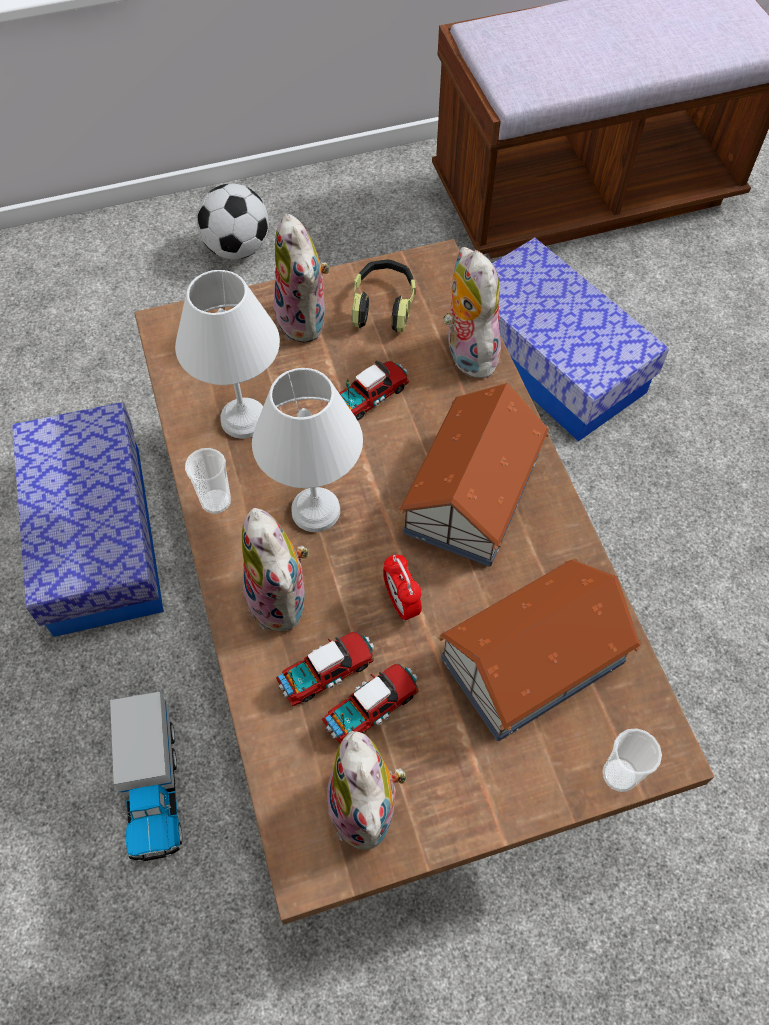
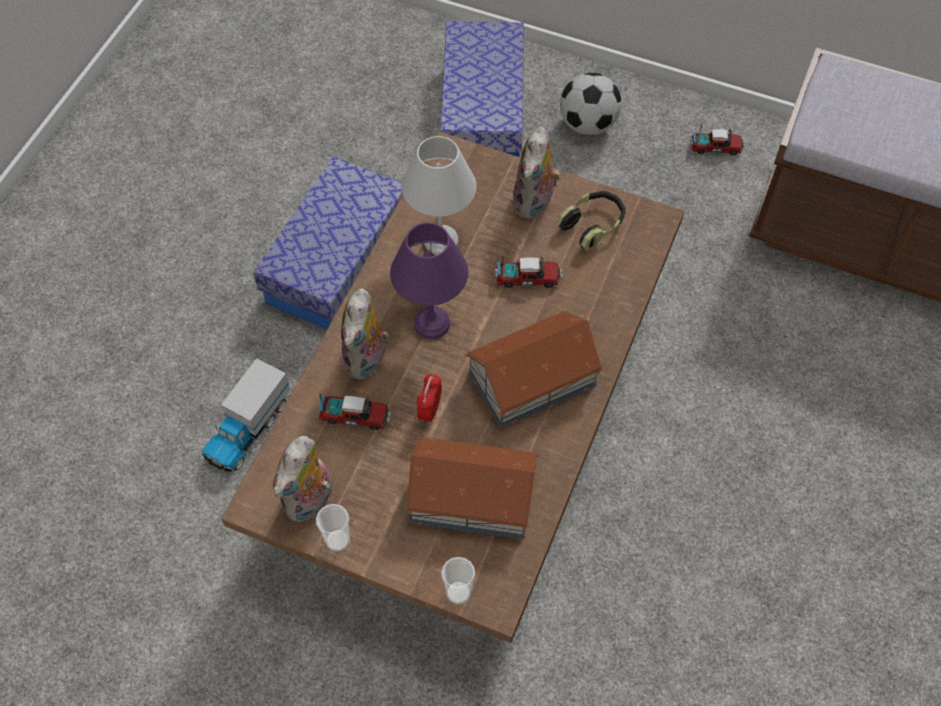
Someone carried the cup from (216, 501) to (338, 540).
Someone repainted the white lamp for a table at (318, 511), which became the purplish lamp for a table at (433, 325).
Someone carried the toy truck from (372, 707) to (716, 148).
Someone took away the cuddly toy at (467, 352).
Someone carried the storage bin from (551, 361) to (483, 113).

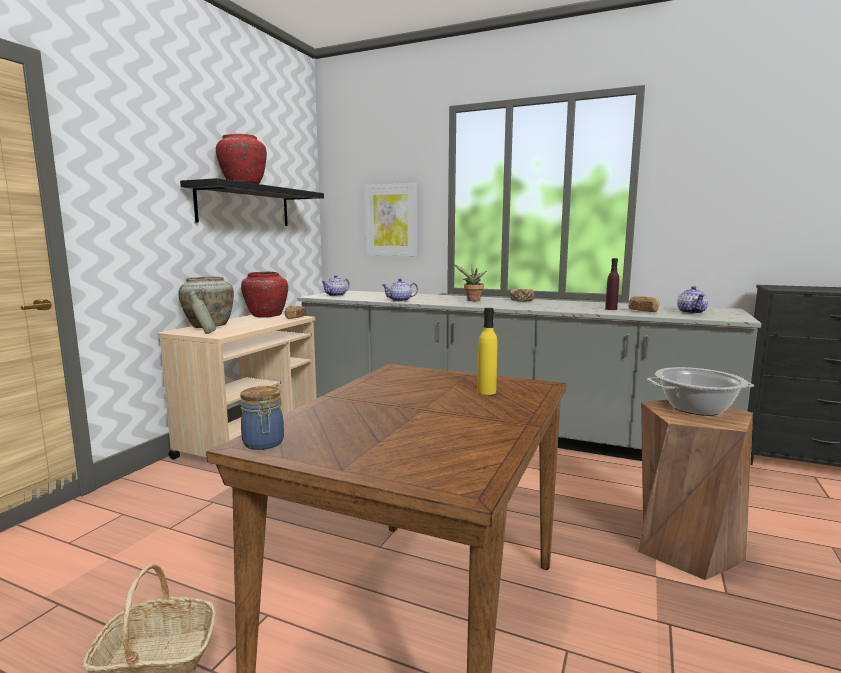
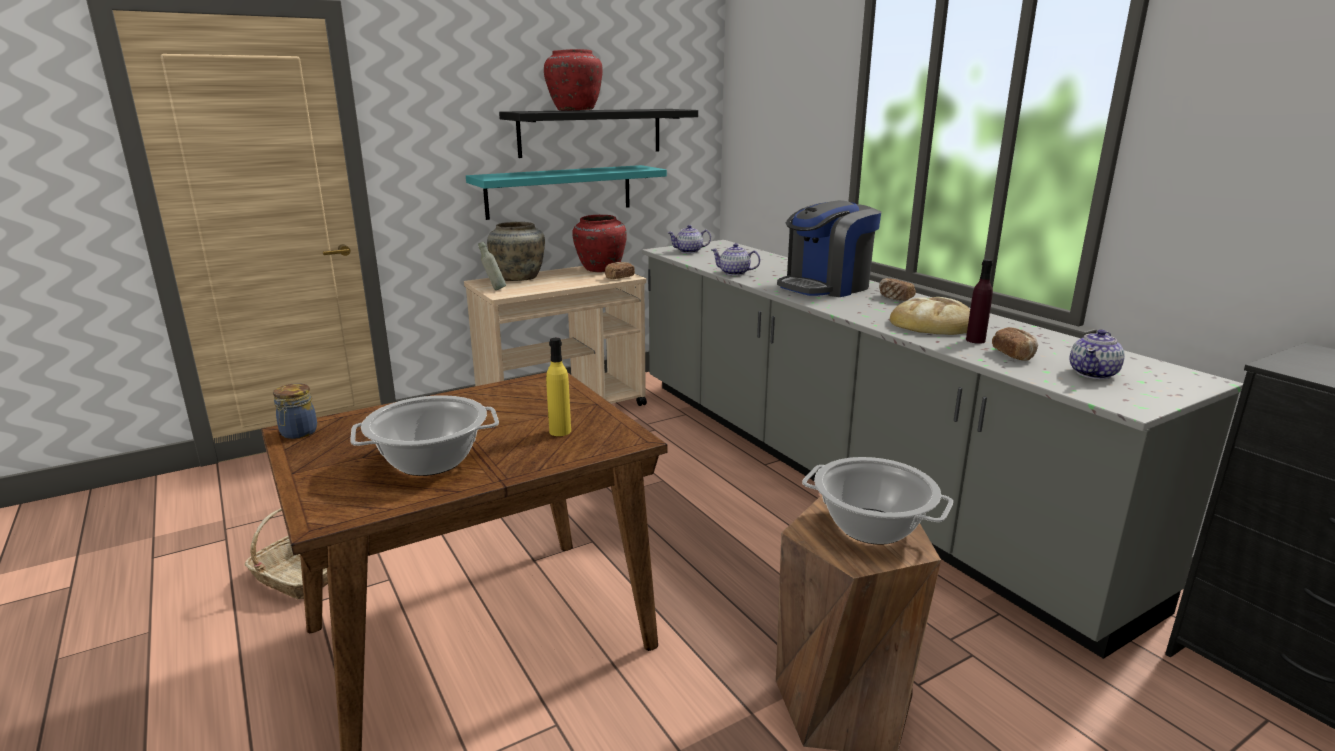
Someone took away the wall picture at (391, 220).
Someone swapped the plant in a pot at (472, 300) for the coffee maker at (826, 287).
Someone put down the saucepot at (430, 461).
Someone put up the blue-green bracket shelf at (559, 191).
Someone put down the baked bread at (933, 324).

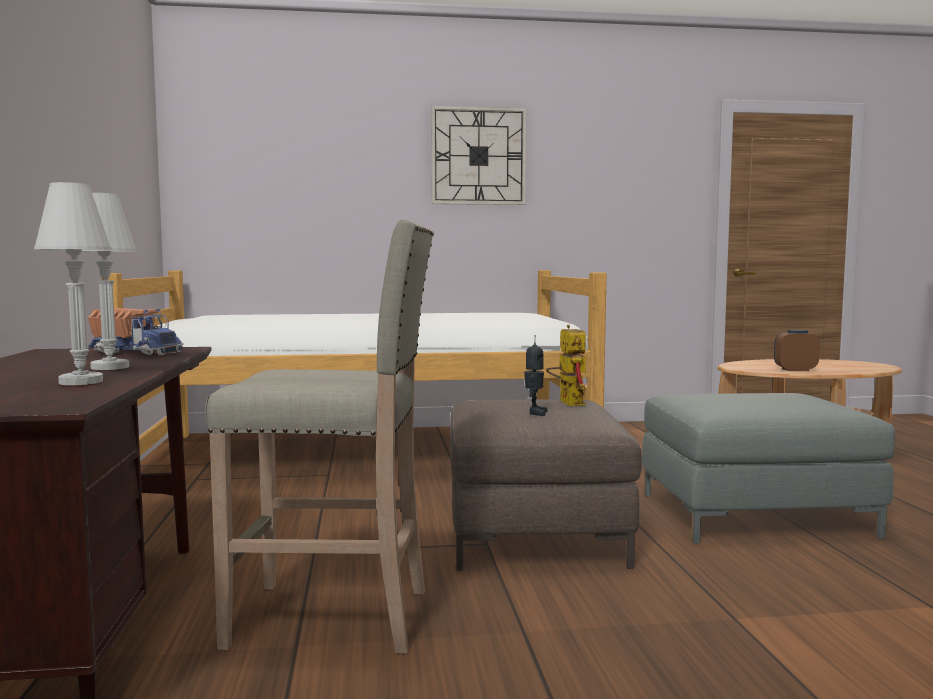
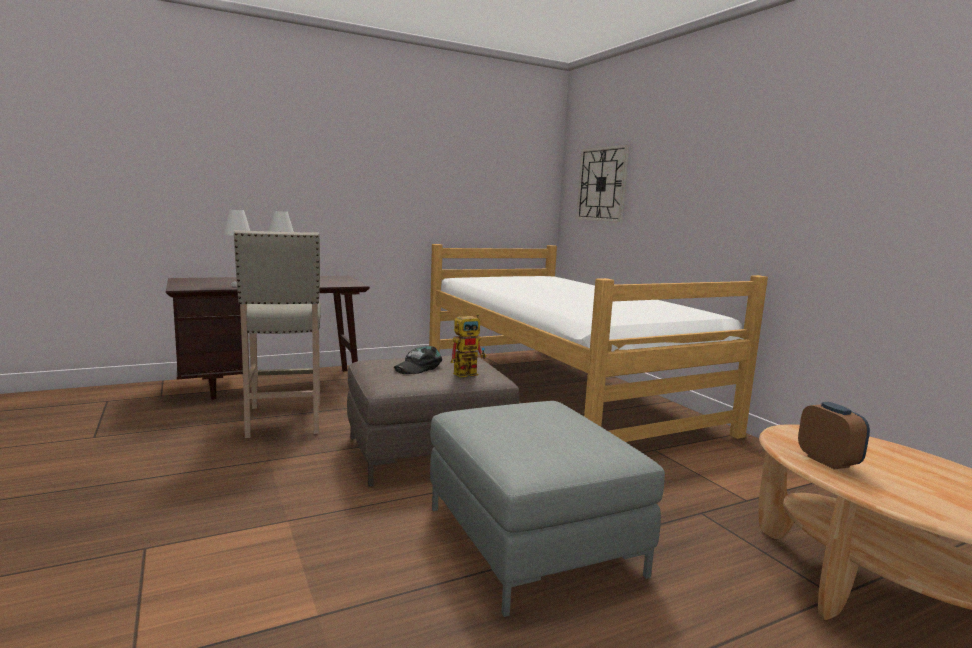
Someone took away the toy truck at (136, 352).
Someone carried the clock on the wall from (478, 156) to (602, 184).
Someone swapped the model robot at (535, 413) for the black-coloured baseball cap at (418, 367).

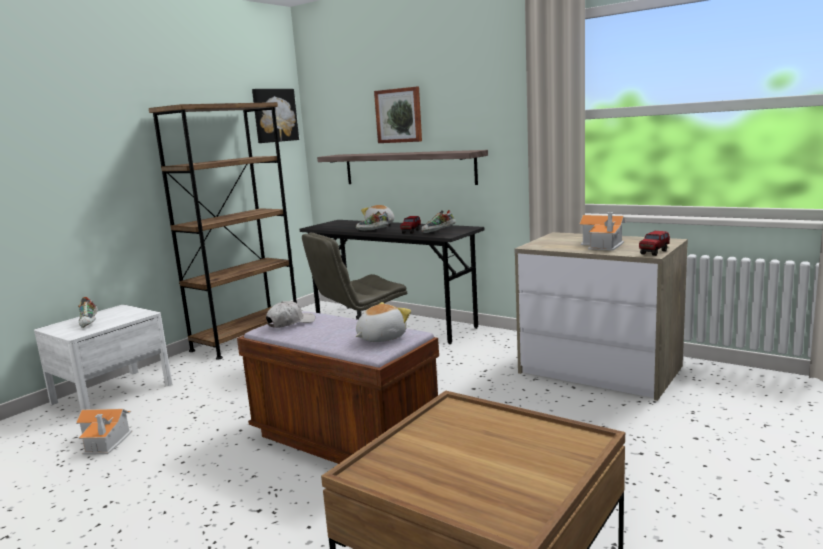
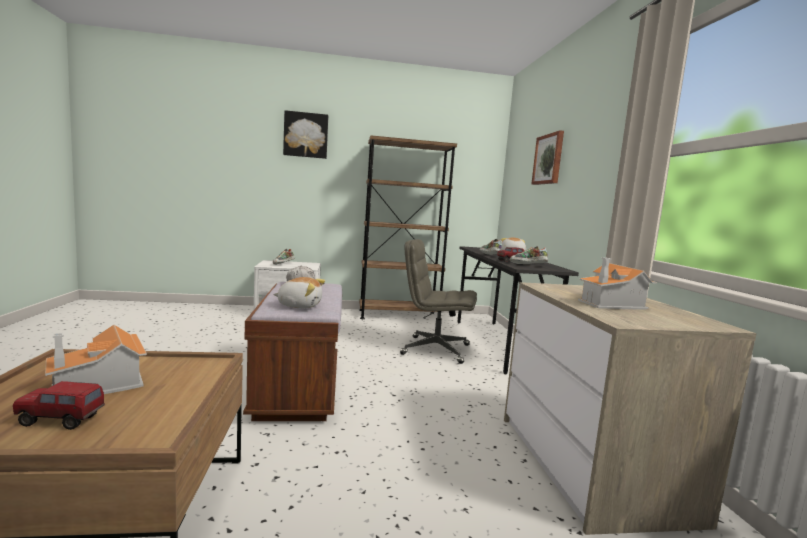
Someone carried the toy house from (106, 441) to (101, 384).
Someone carried the wall picture from (274, 115) to (306, 135).
Someone took away the bracket shelf at (407, 168).
Someone carried the toy truck from (654, 252) to (60, 421).

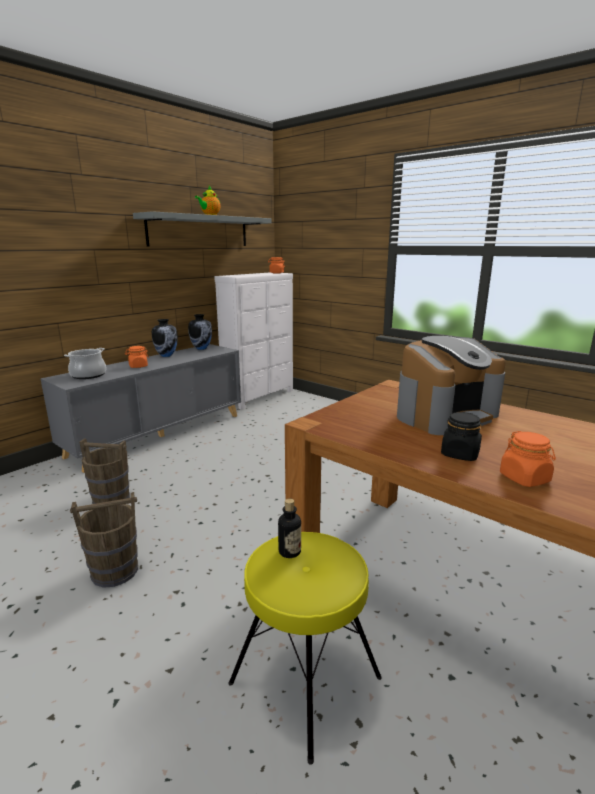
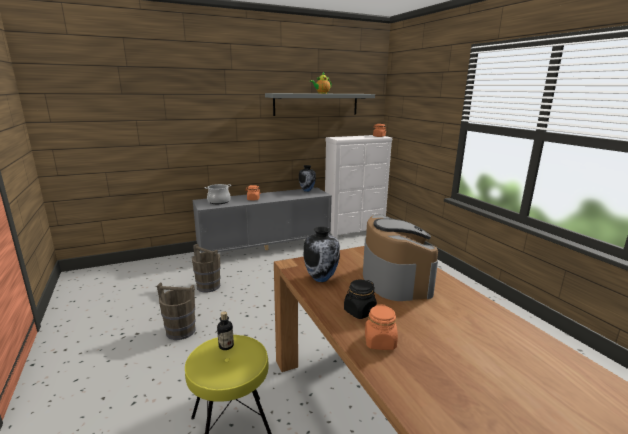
Someone carried the vase from (167, 355) to (321, 278).
Someone rotated the coffee maker at (445, 415) by 90 degrees counterclockwise.

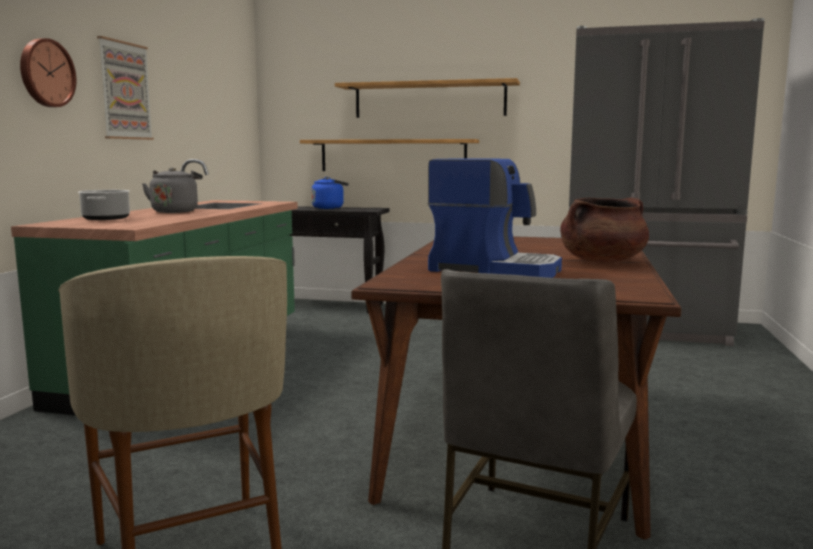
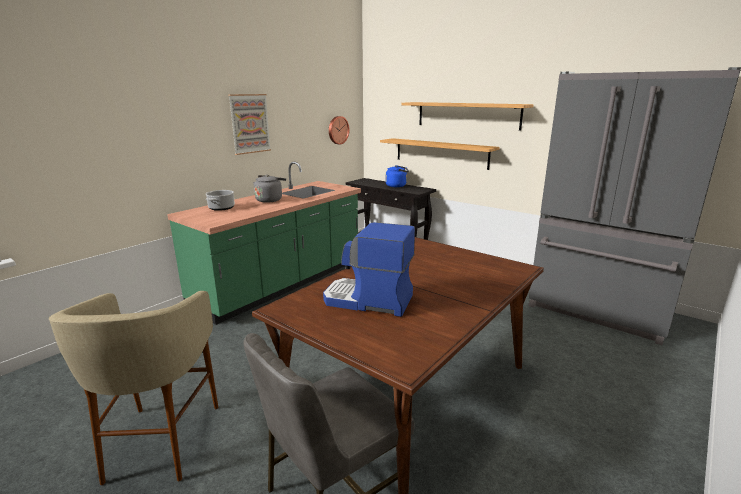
Someone carried the clock on the wall from (46, 73) to (338, 130).
Someone rotated the coffee maker at (494, 269) by 150 degrees clockwise.
Someone took away the brownish saucepot at (602, 261).

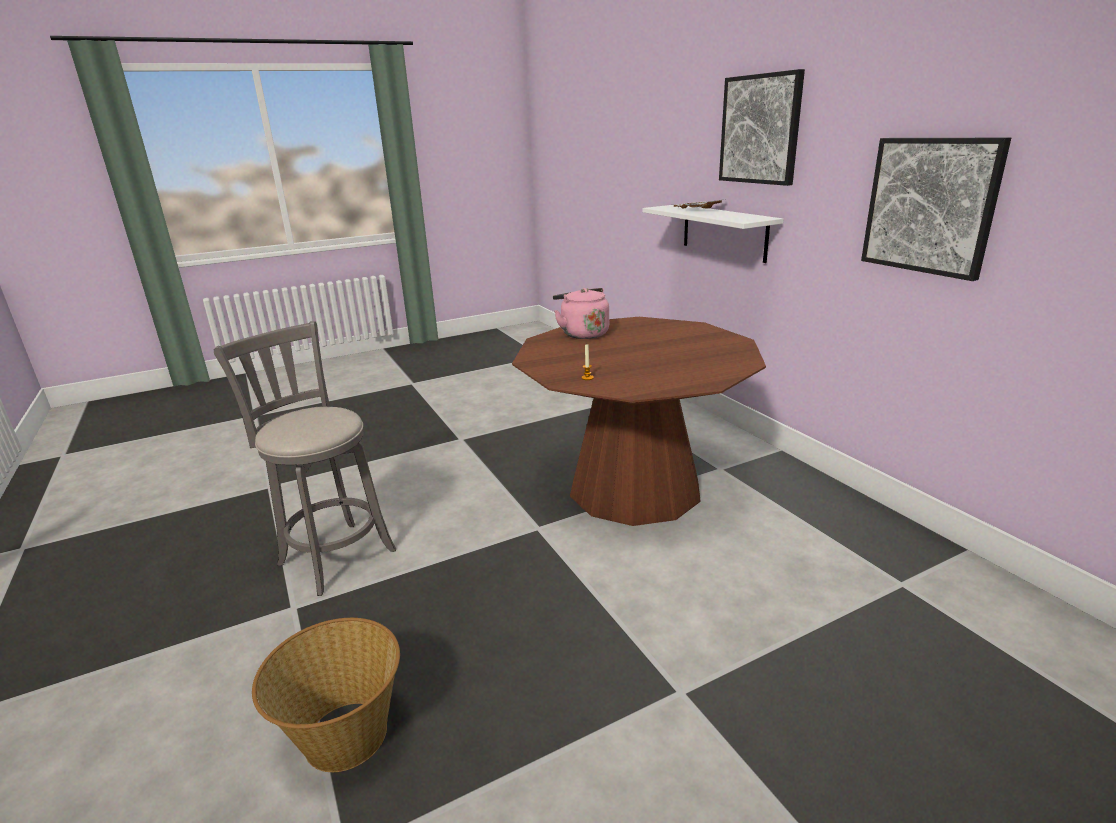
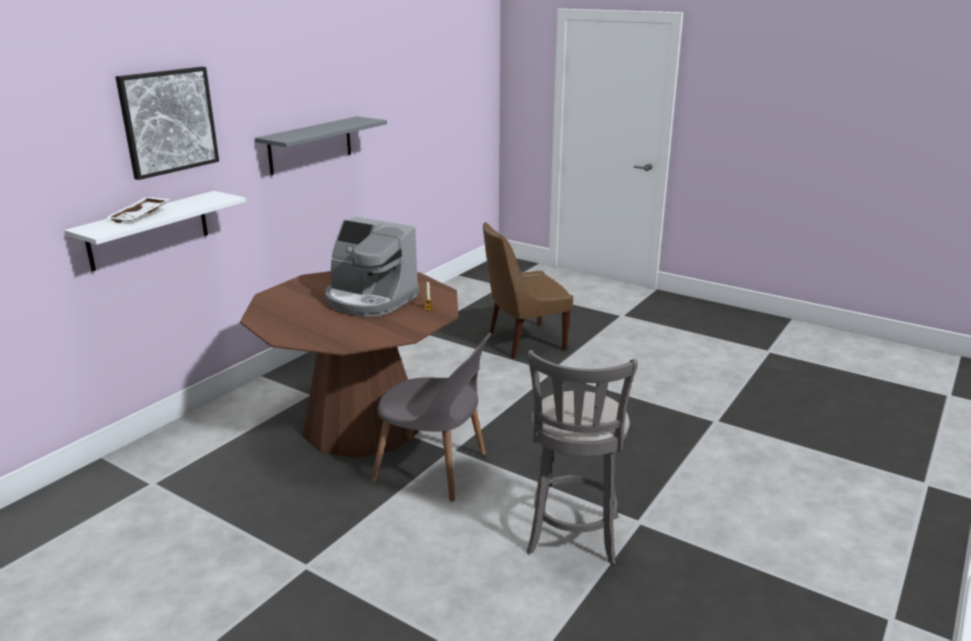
Someone took away the storage basket at (345, 737).
Someone took away the pink kettle at (582, 333).
Someone swapped the wall picture at (930, 206) for the greyish bracket shelf at (310, 145).
Someone put down the coffee maker at (369, 300).
Someone put down the greyish upright chair at (435, 469).
Someone put down the brownish upright chair at (523, 341).

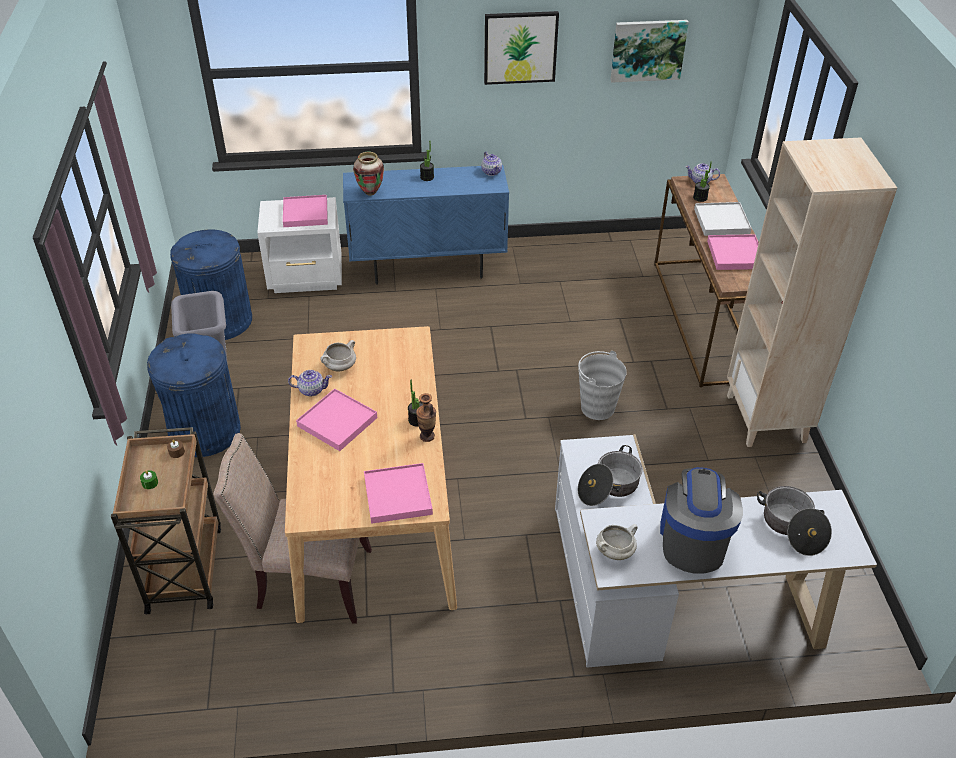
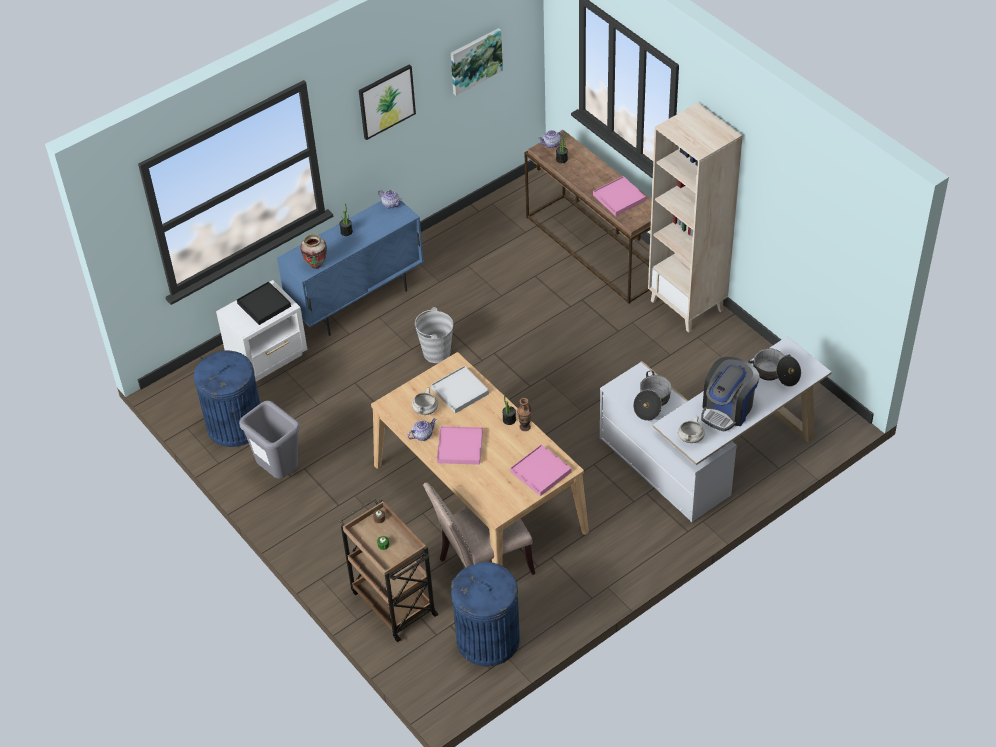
Someone carried the bluish waste bin from (204, 431) to (487, 639).
Someone repainted the pink carrying tray at (305, 213), which became the black-coloured carrying tray at (264, 305).
Someone carried the greyish bucket from (597, 407) to (436, 353).
Someone rotated the coffee maker at (693, 540) by 120 degrees counterclockwise.
Someone carried the white carrying tray from (721, 221) to (460, 391).

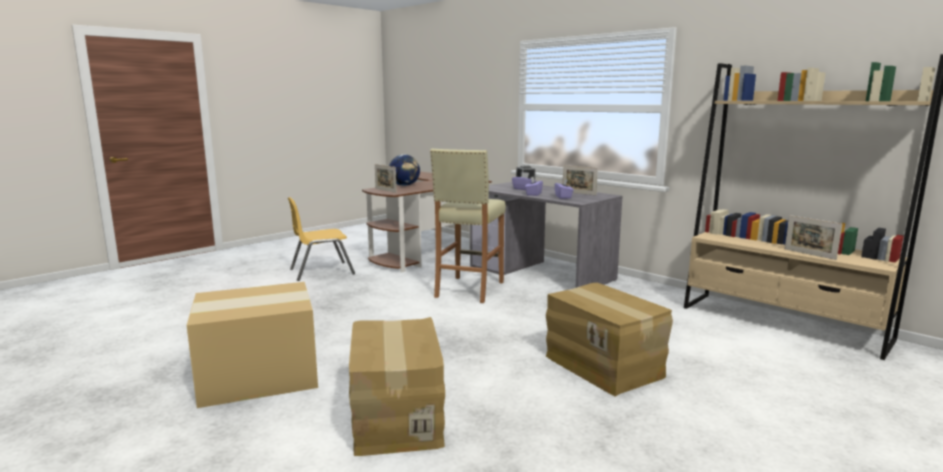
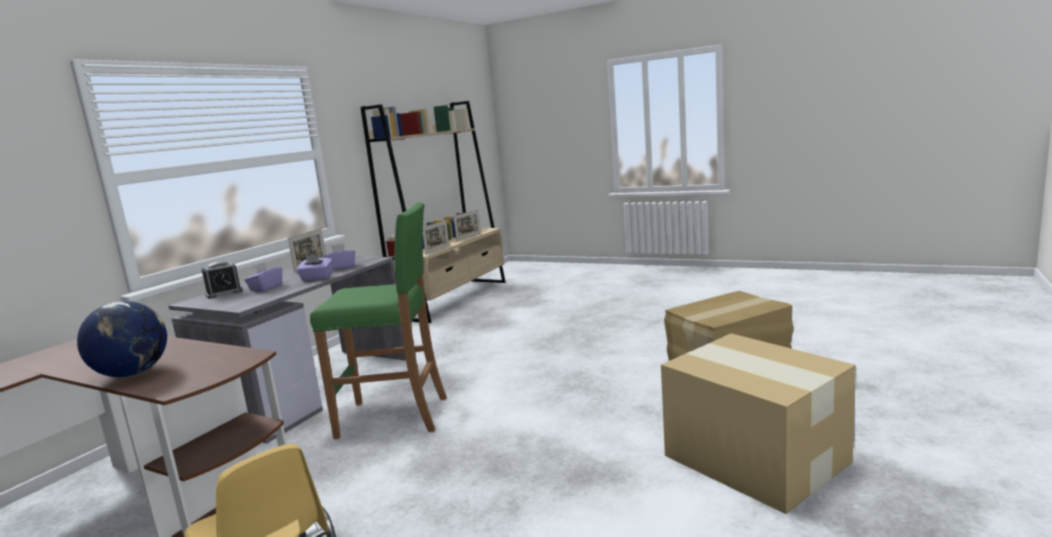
Someone carried the standing frame from (385, 190) to (437, 250).
Someone repainted the beige sitting stool at (469, 290), which became the greenish sitting stool at (394, 417).
Someone took away the packing box at (604, 366).

